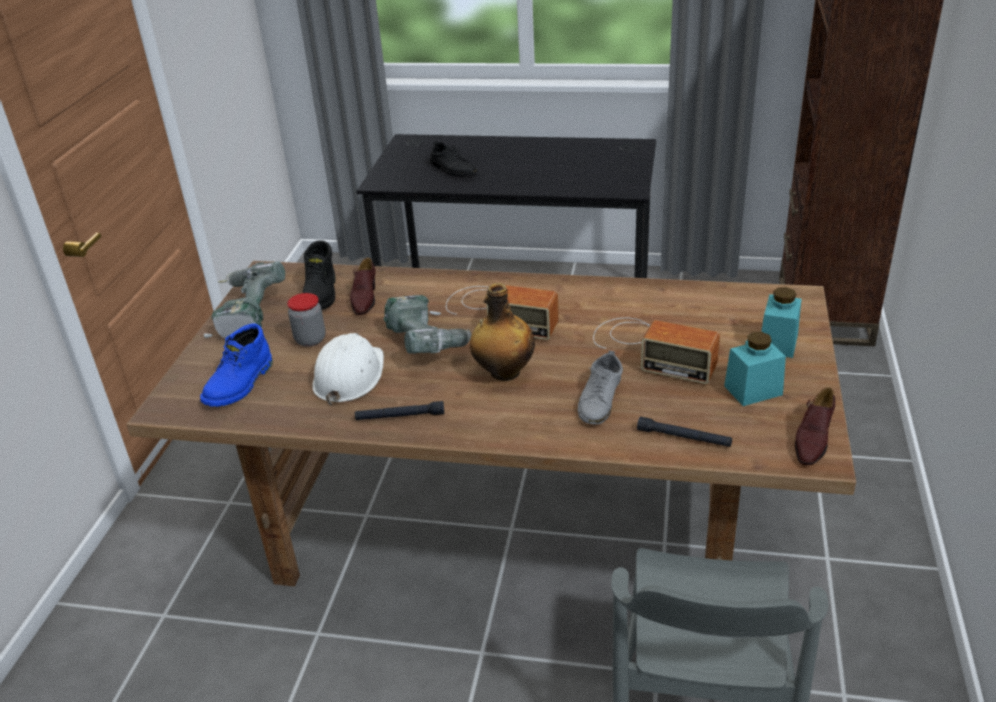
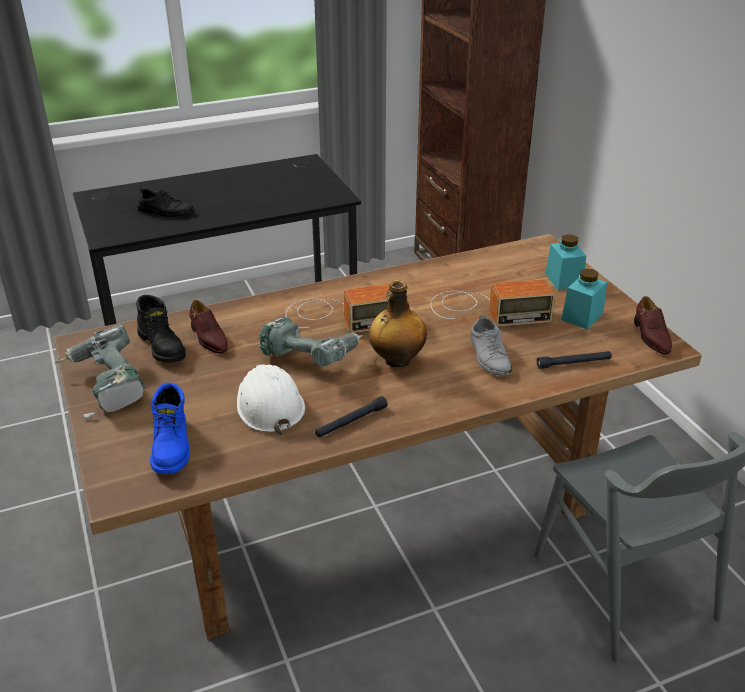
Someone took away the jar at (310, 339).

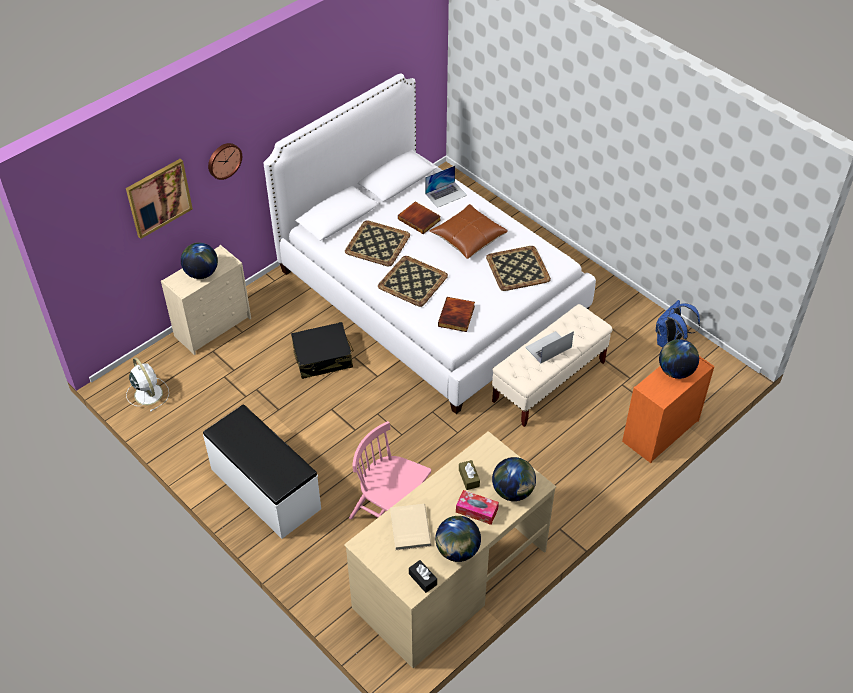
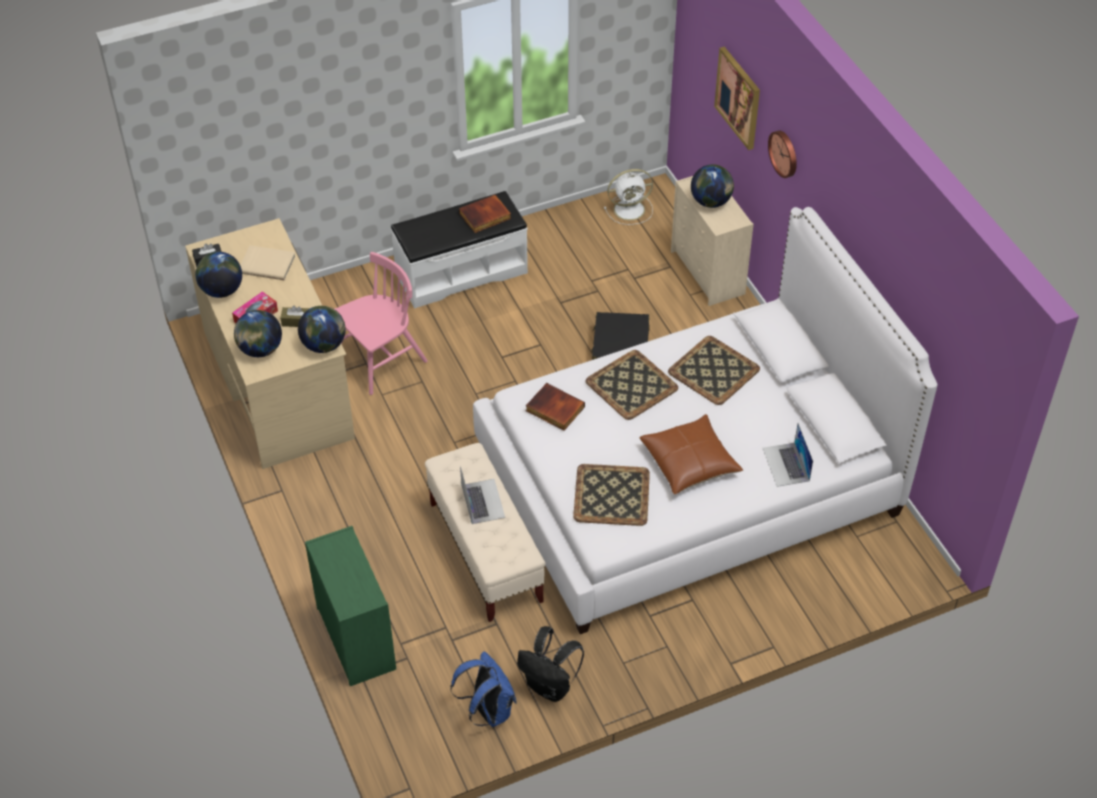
Someone carried the book from (420, 219) to (485, 216).
Someone repainted the orange dresser at (660, 431), which became the greenish dresser at (355, 637).
Someone carried the desk globe from (675, 371) to (324, 345).
Someone put down the black-coloured backpack at (550, 687).

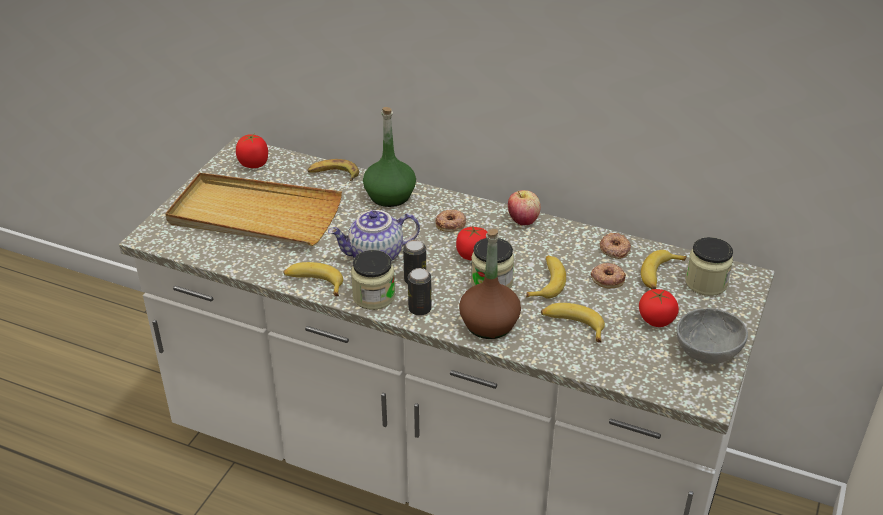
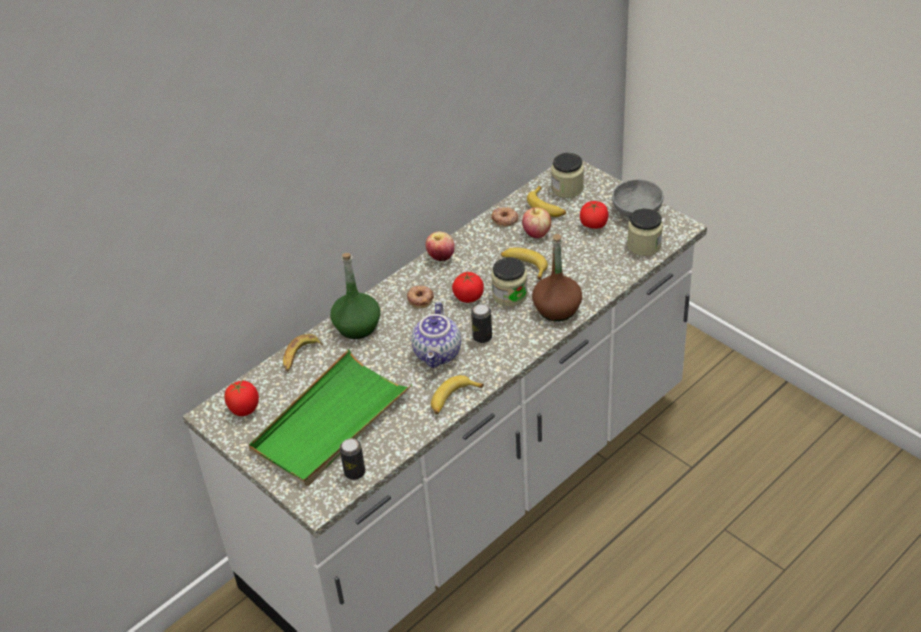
Someone repainted the beige carrying tray at (254, 215), which became the greenish carrying tray at (330, 422).
Someone carried the jar from (374, 296) to (644, 245).
Someone carried the metal can from (420, 309) to (354, 472).
Someone took away the whole banana at (572, 325).
Someone swapped the ring doughnut at (607, 278) for the apple at (536, 233).

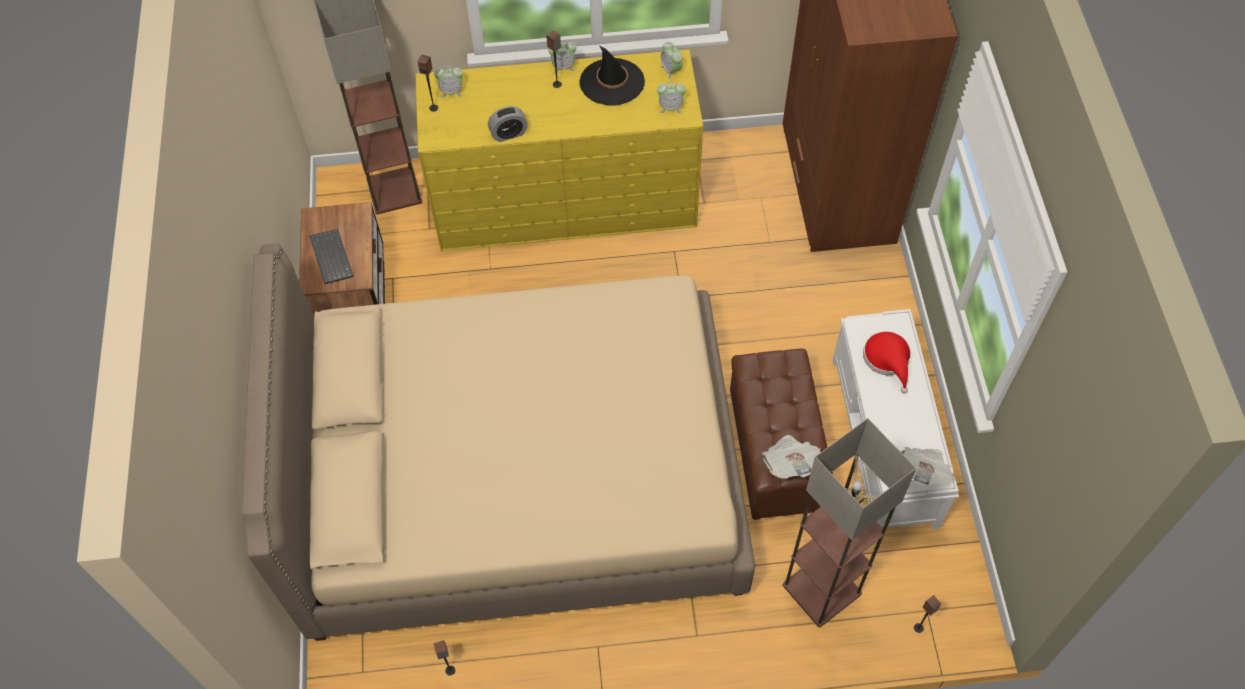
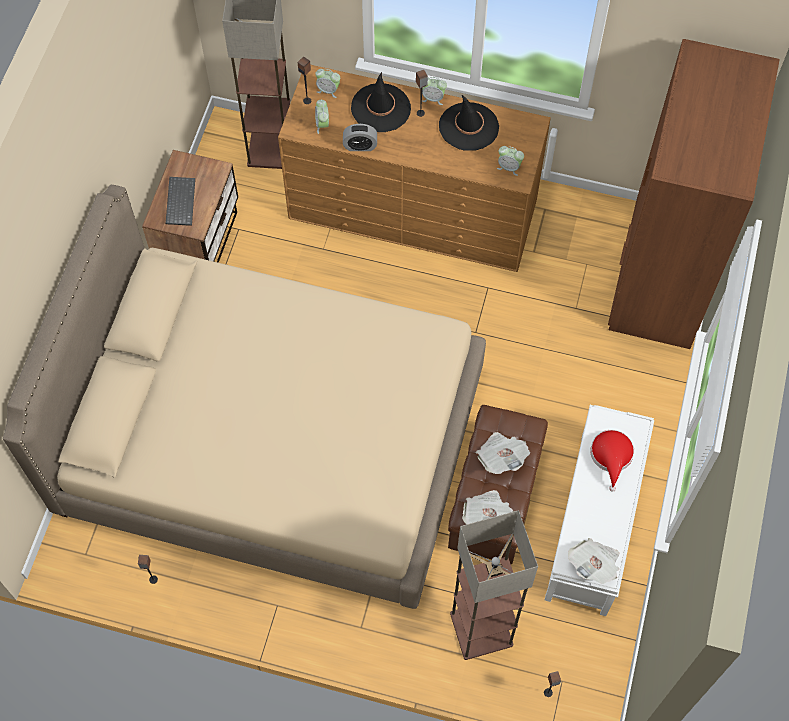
Someone repainted the yellow dresser at (565, 201), which became the brownish dresser at (413, 209).
Someone carried the alarm clock from (671, 70) to (322, 124).
Someone put down the black-coloured hat at (381, 108).
Someone put down the daily paper at (501, 457).

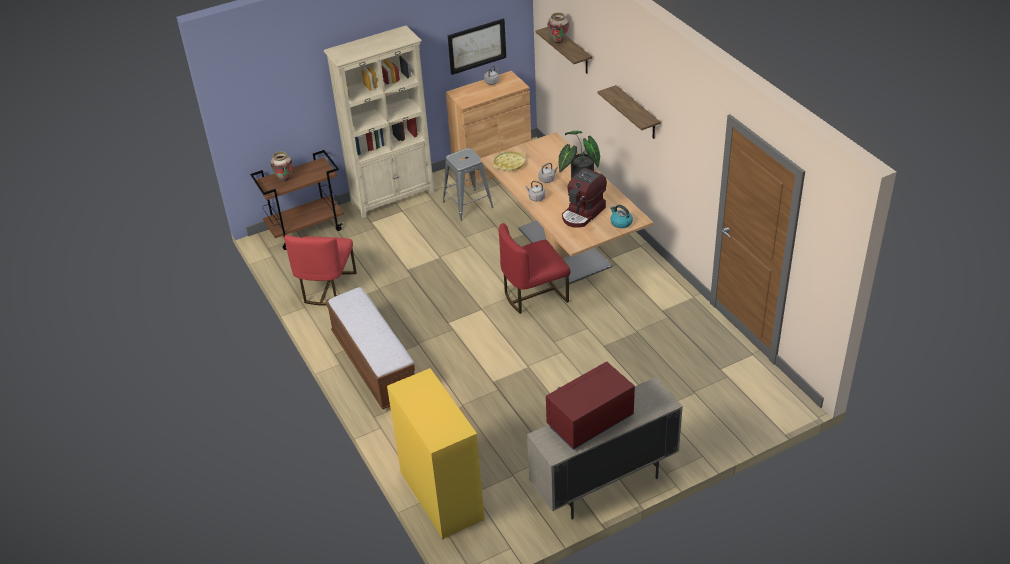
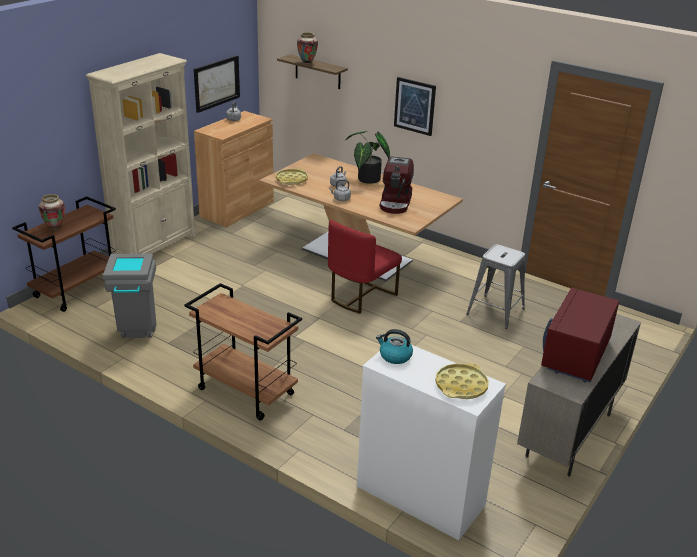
Someone swapped the red-coloured upright chair at (326, 287) for the greyish waste bin at (137, 335).
Someone swapped the long seat at (374, 365) for the brownish trolley at (244, 392).
Someone repainted the yellow dresser at (441, 495), which became the white dresser at (420, 496).
Someone carried the greyish sitting stool from (468, 204) to (495, 311).
Someone swapped the bracket shelf at (637, 113) for the wall picture at (415, 106).
Someone carried the kettle from (621, 222) to (395, 356).
Someone put down the yellow carrying tray at (461, 386).

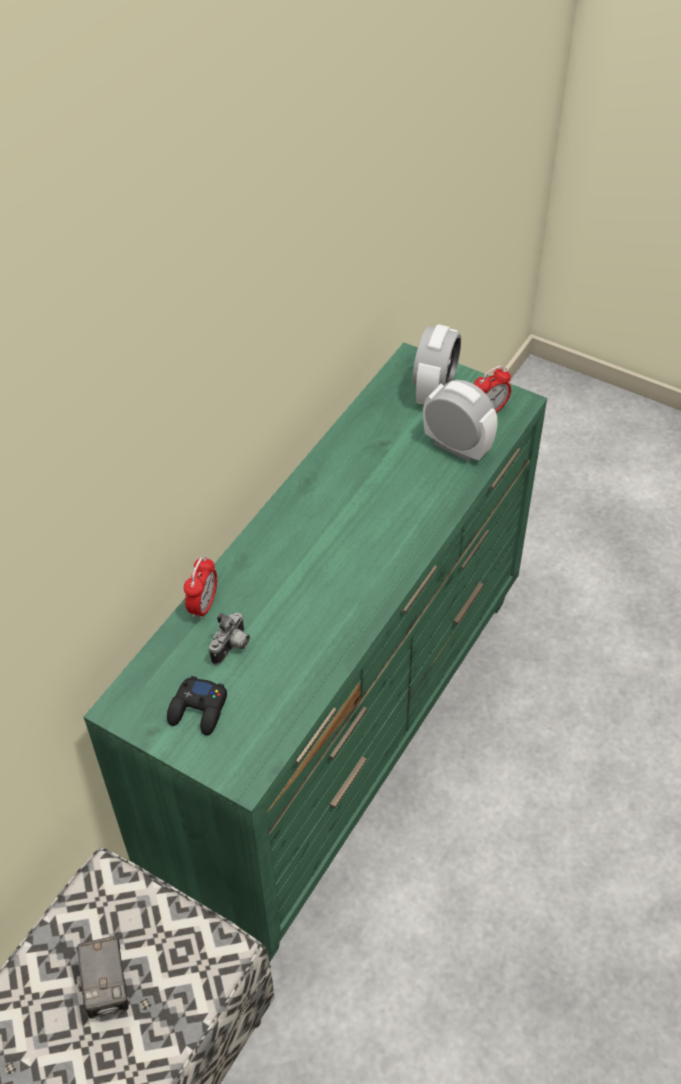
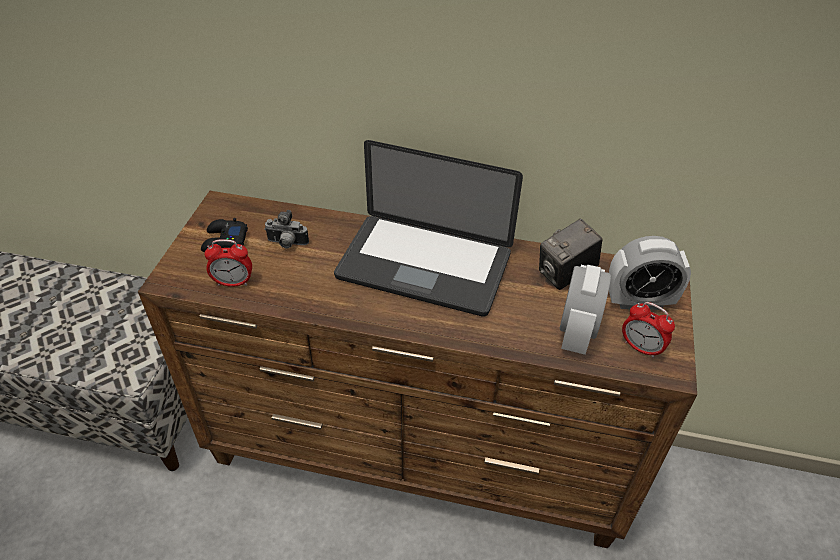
Someone carried the still camera from (108, 989) to (565, 275).
Someone repainted the greenish dresser at (344, 734), which became the brownish dresser at (418, 457).
Someone carried the alarm clock from (203, 605) to (233, 282).
Someone put down the laptop at (424, 266).

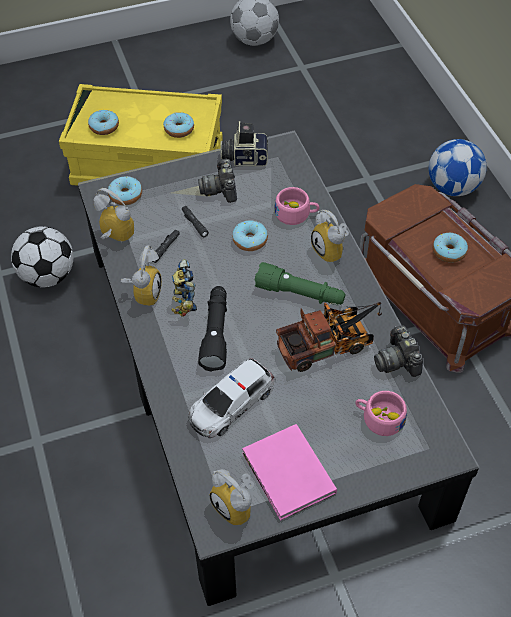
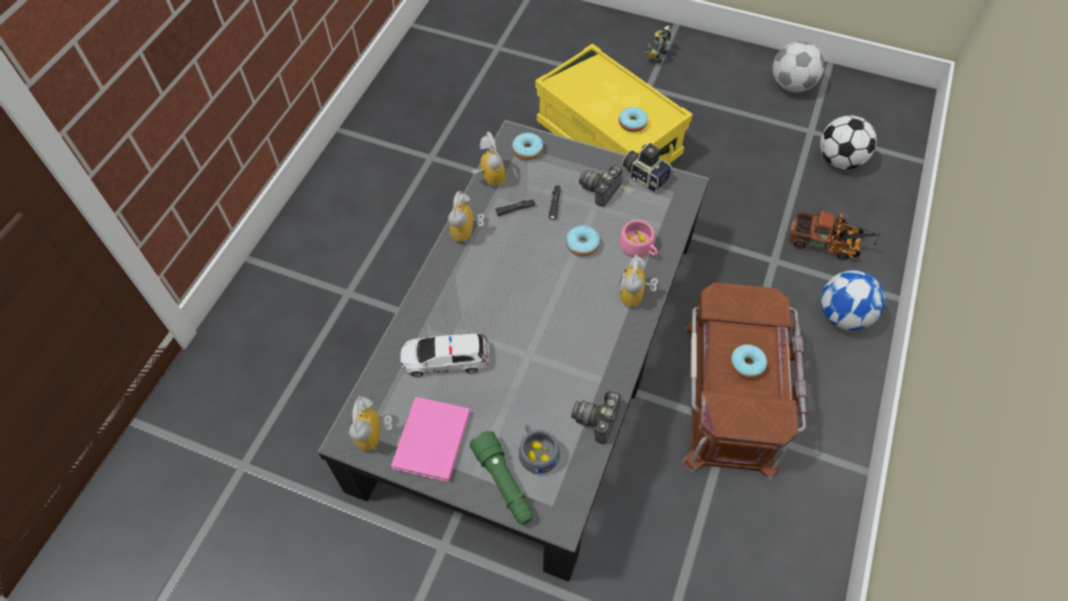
Someone carried the ball for football from (48, 276) to (839, 160).
Someone took away the ring doughnut at (104, 127).
Someone rotated the alarm clock at (143, 293) by 135 degrees clockwise.
Someone carried the model robot from (182, 301) to (656, 55).
Someone took away the black-coloured hand torch at (216, 333).
Someone carried the greenish hand torch from (300, 294) to (504, 483).
Someone carried the toy truck from (330, 345) to (828, 244).
Someone repainted the pink cup at (379, 418), which became the greyish cup at (537, 452).

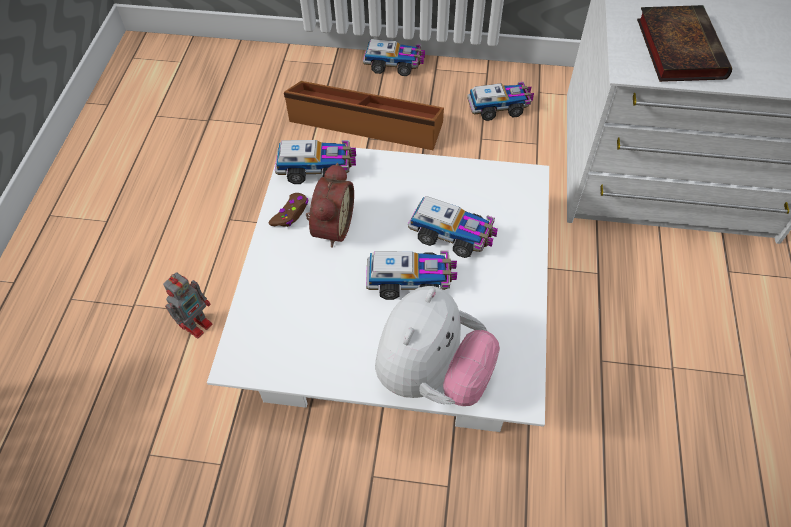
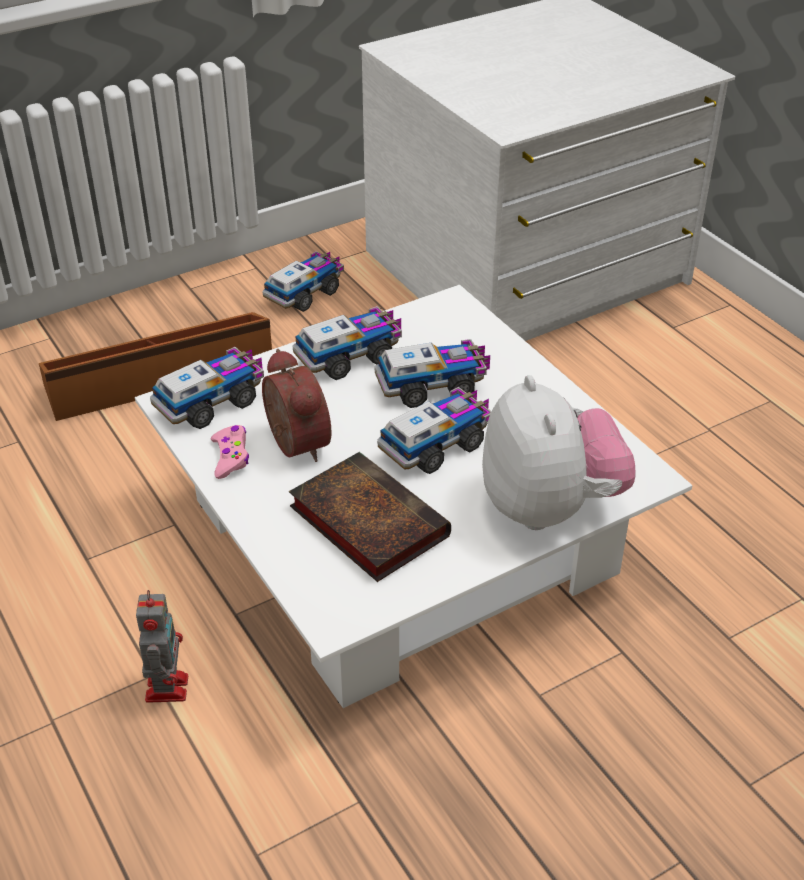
Someone repainted the brownish joypad at (291, 214), which became the pink joypad at (231, 457).
Someone carried the toy truck from (394, 65) to (350, 356).
Someone carried the book from (678, 47) to (365, 520).

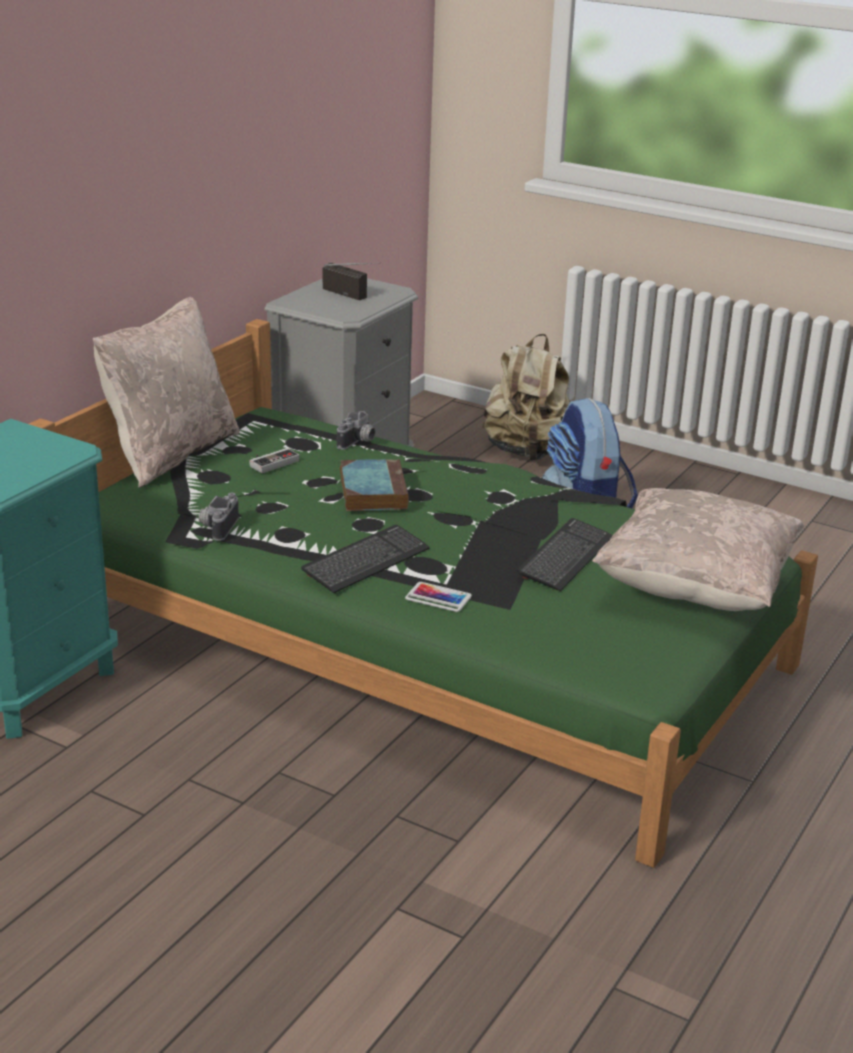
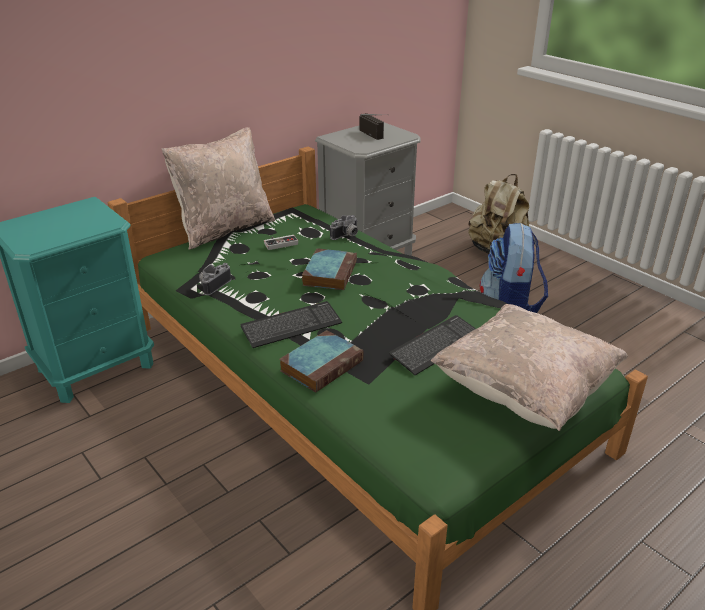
Someone swapped the phone at (438, 597) for the book at (322, 365).

